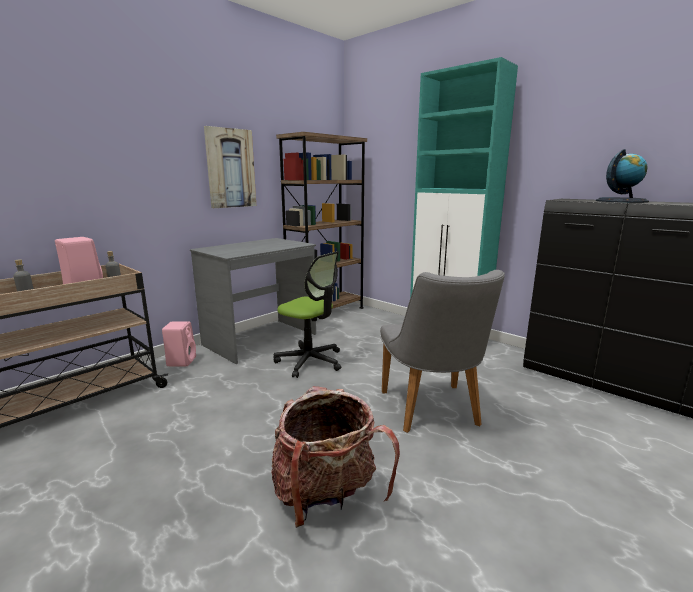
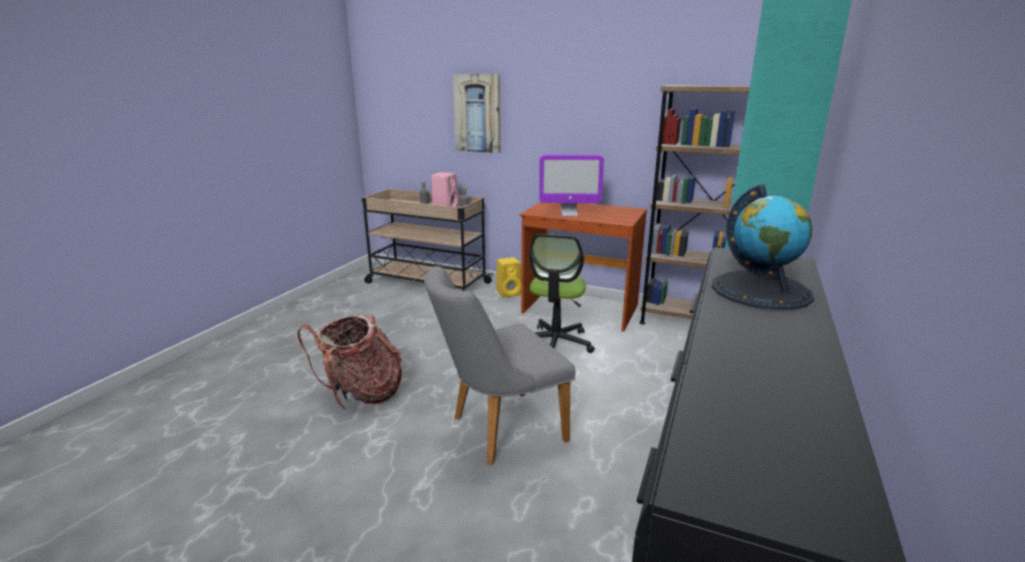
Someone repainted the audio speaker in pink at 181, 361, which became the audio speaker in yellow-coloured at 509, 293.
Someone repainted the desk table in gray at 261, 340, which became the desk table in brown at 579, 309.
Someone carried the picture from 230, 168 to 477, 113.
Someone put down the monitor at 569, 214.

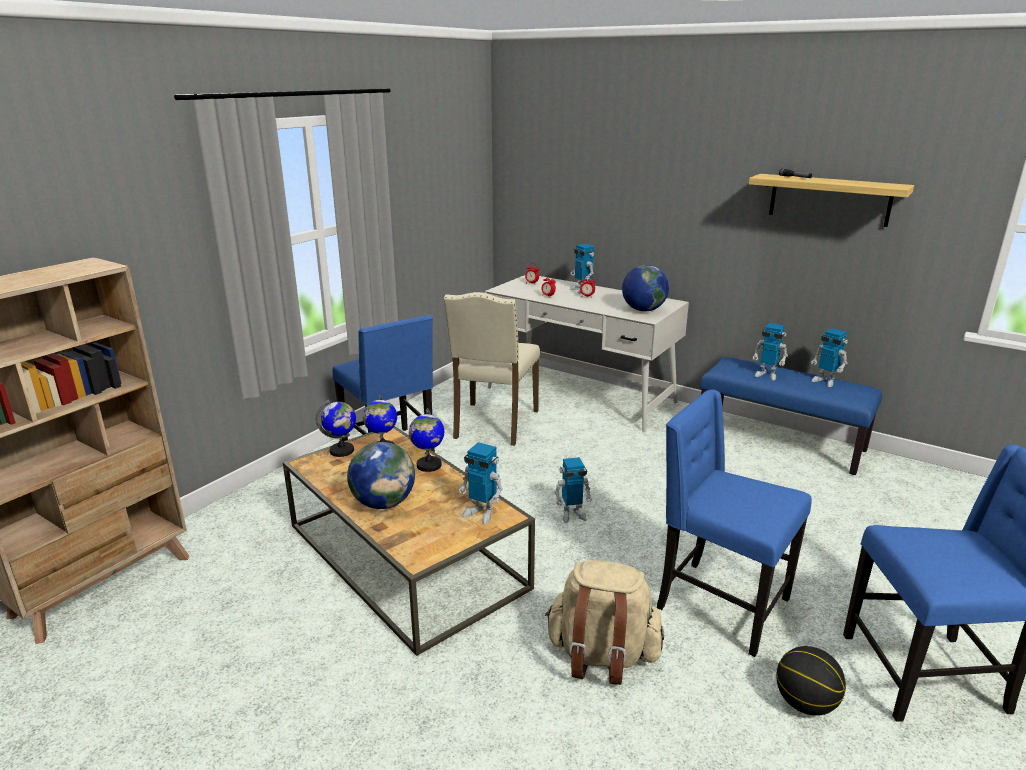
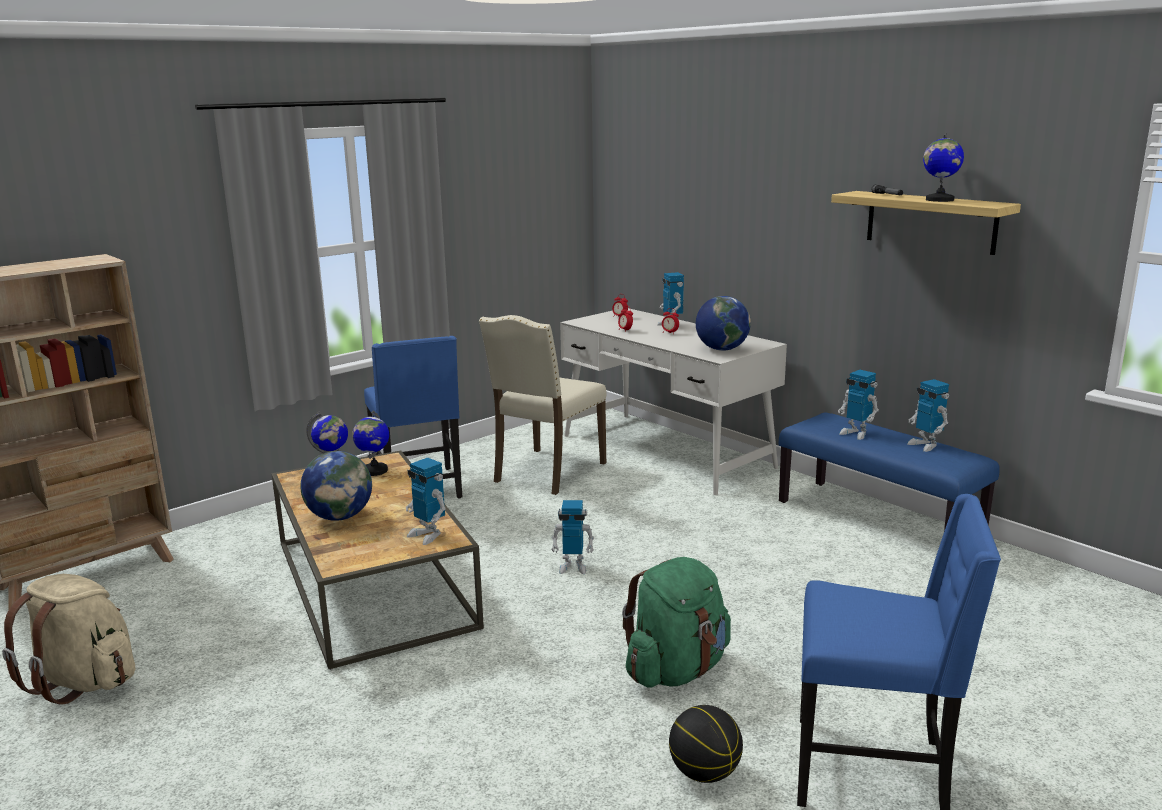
Someone carried the desk globe from 428, 465 to 939, 200.
Someone carried the knapsack in sand-coloured from 602, 656 to 84, 681.
Someone swapped the chair in blue-coloured at 719, 604 for the knapsack in green-coloured at 676, 670.

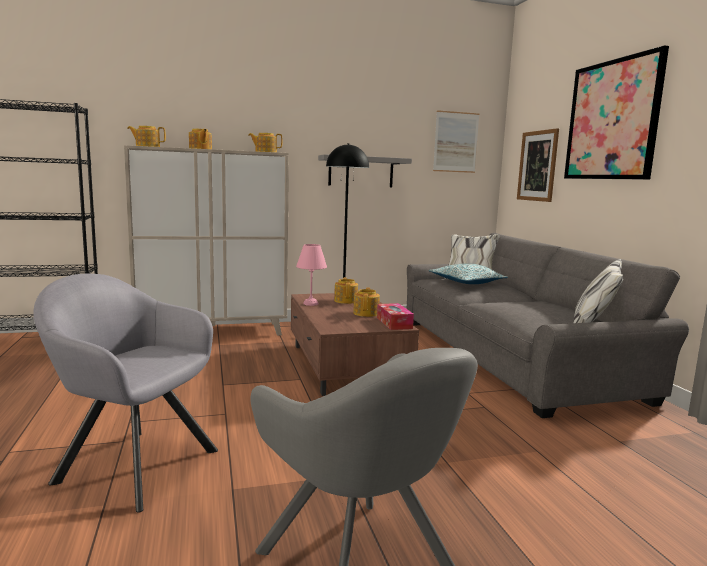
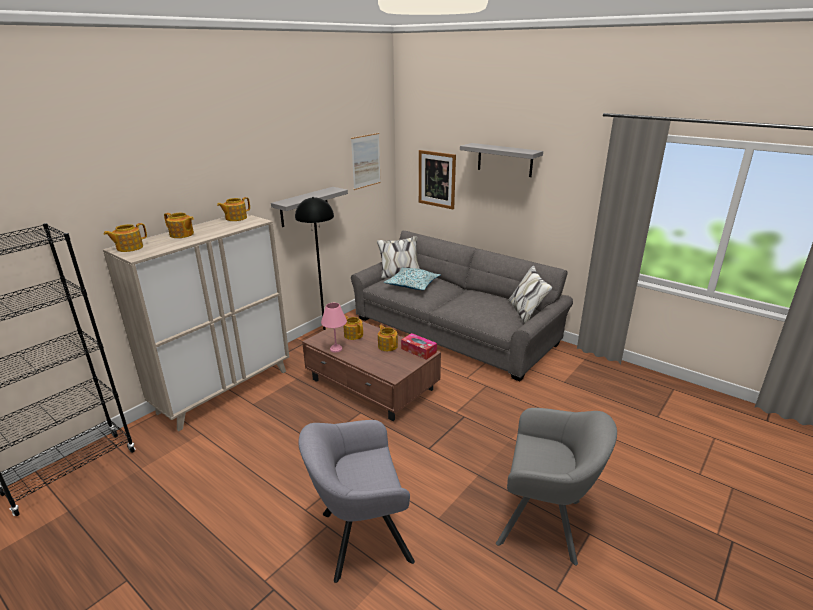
Someone swapped the picture at 612, 120 for the bracket shelf in gray at 505, 160.

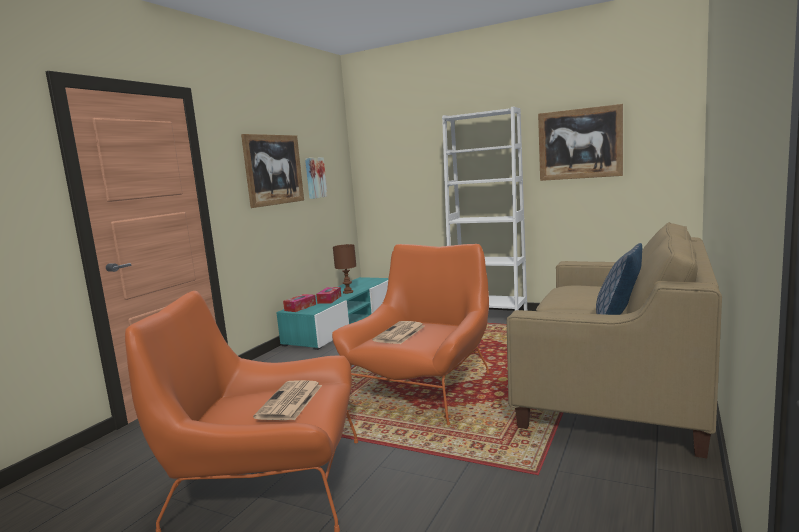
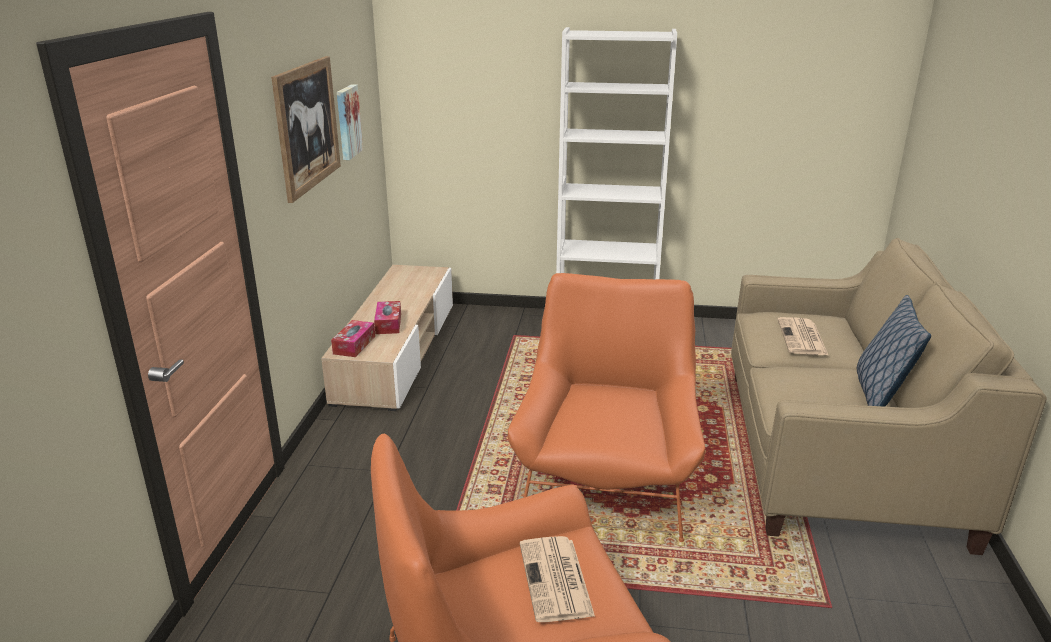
Someone repainted the tv unit in turquoise at 343, 324, which became the tv unit in sand-coloured at 397, 351.
Someone took away the lamp for a table in brown at 347, 292.
Someone carried the printed paper from 399, 333 to 802, 338.
Someone took away the picture at 579, 144.

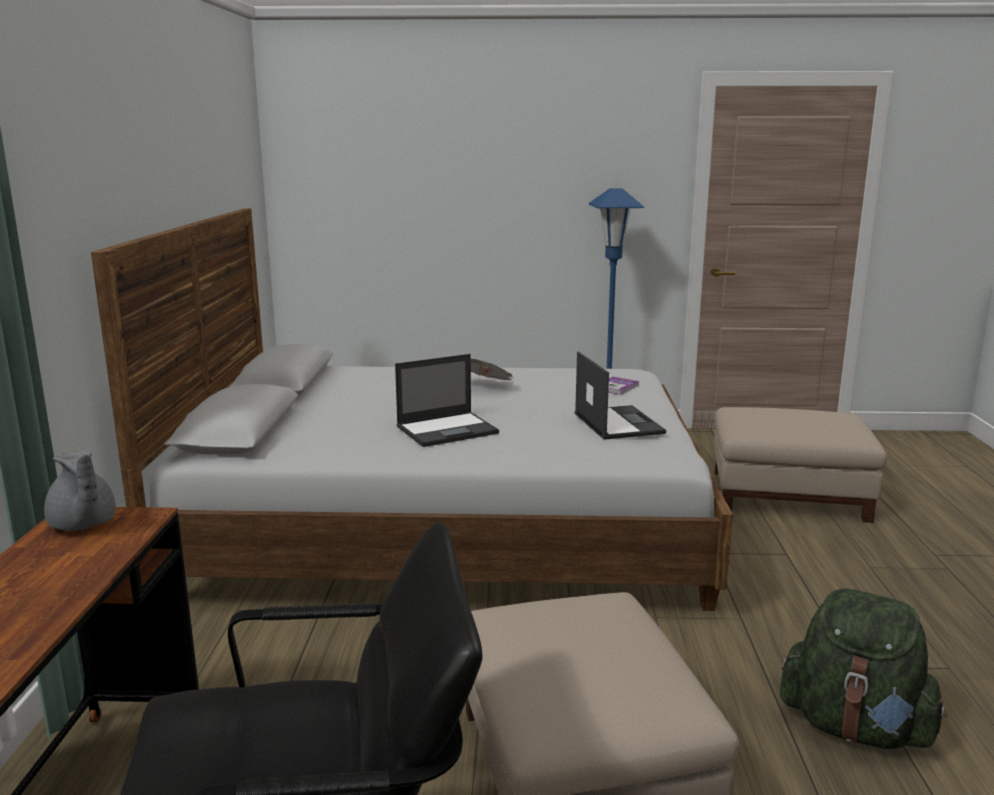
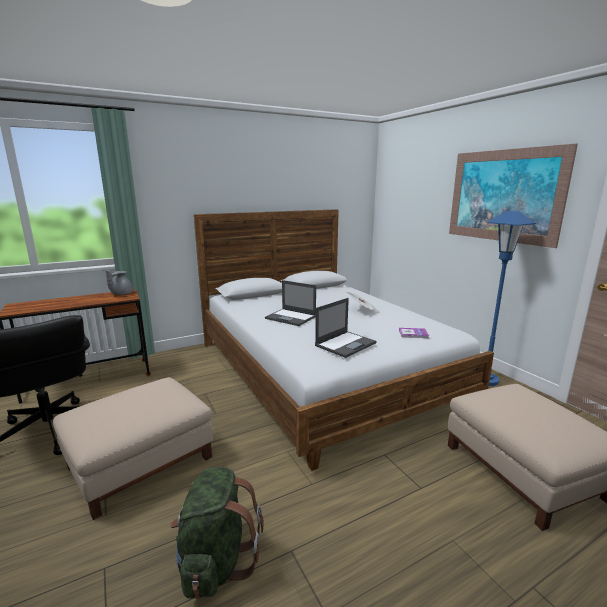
Someone put up the picture at 503, 196.

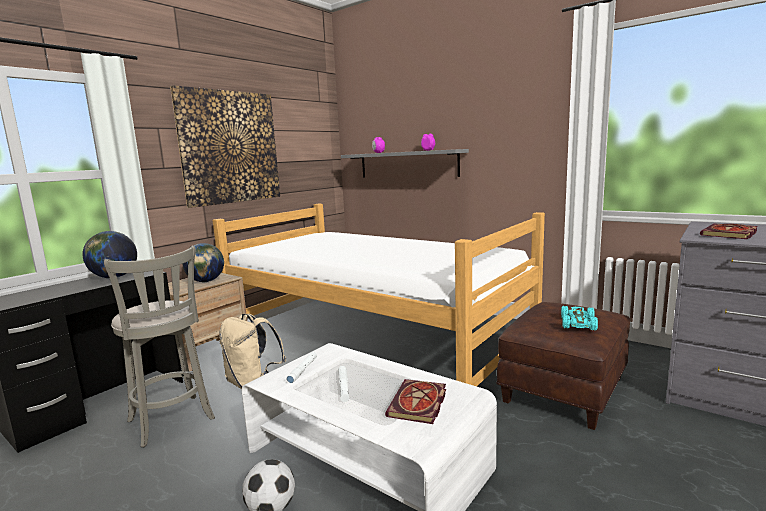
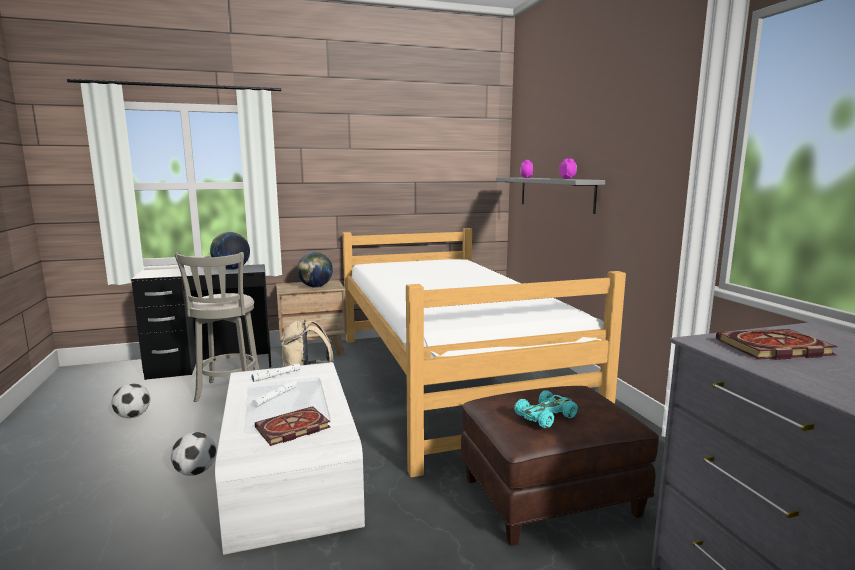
Someone took away the picture at 230, 147.
Someone put down the football ball at 133, 416.

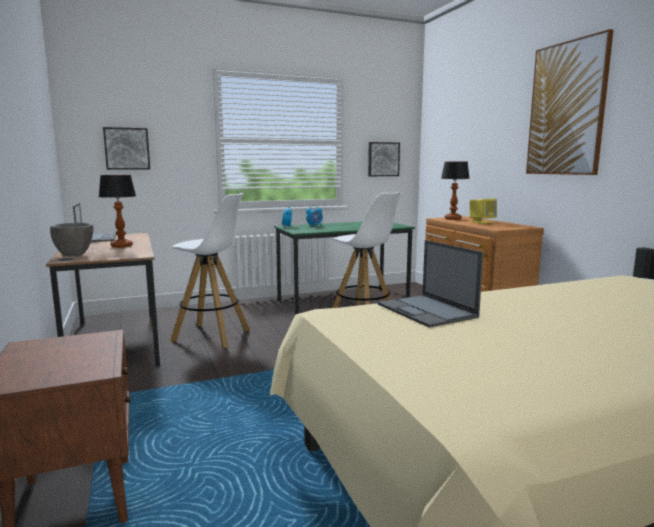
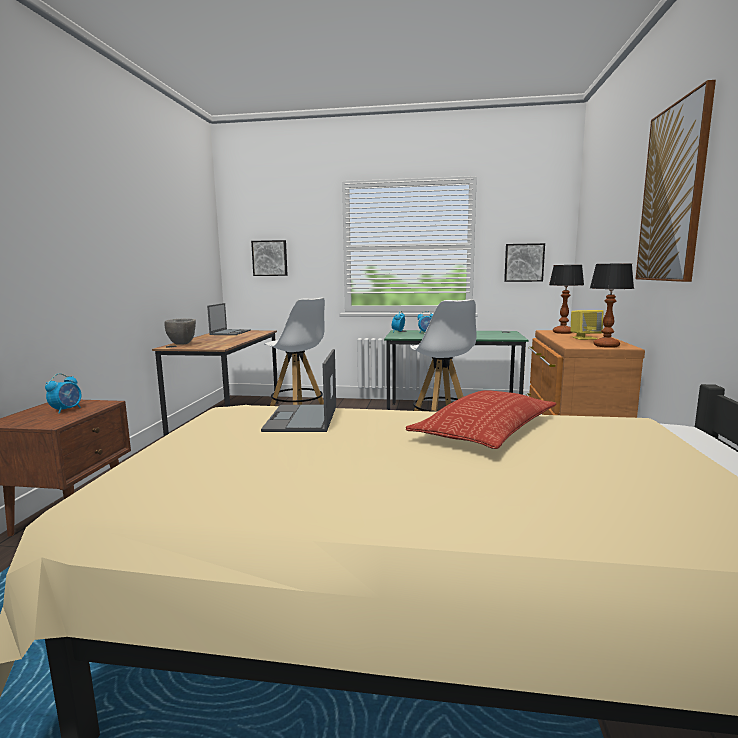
Someone carried the lamp for a table from 121, 246 to 605, 346.
Someone put down the table clock at 67, 410.
Someone put down the cushion at 486, 429.

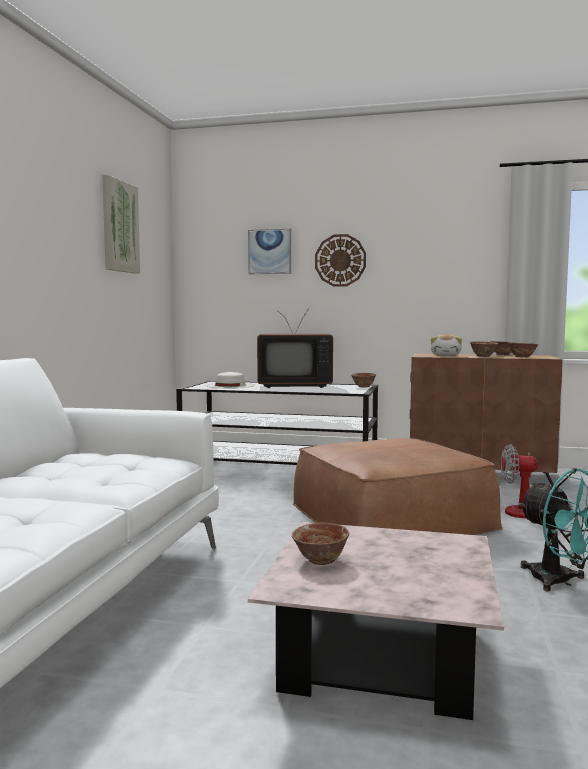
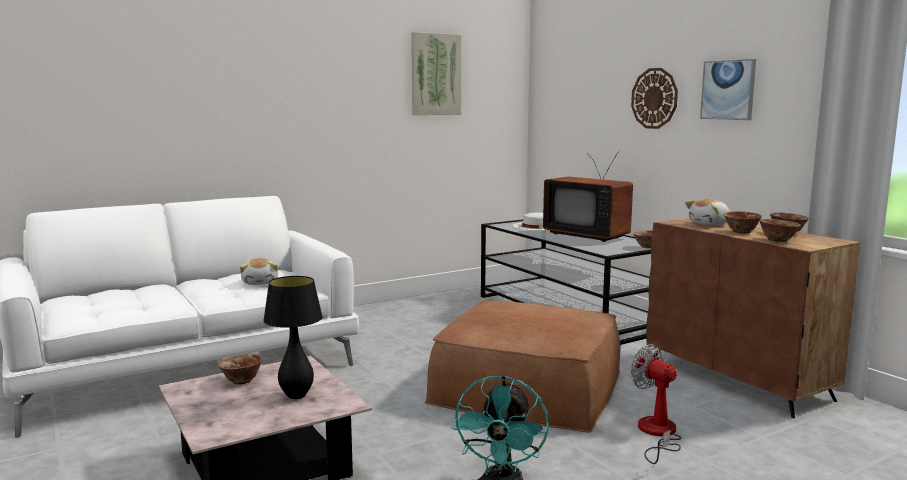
Someone carried the picture from 270, 251 to 728, 90.
Someone put down the cuddly toy at 261, 282.
Someone put down the lamp for a table in blackish at 296, 396.

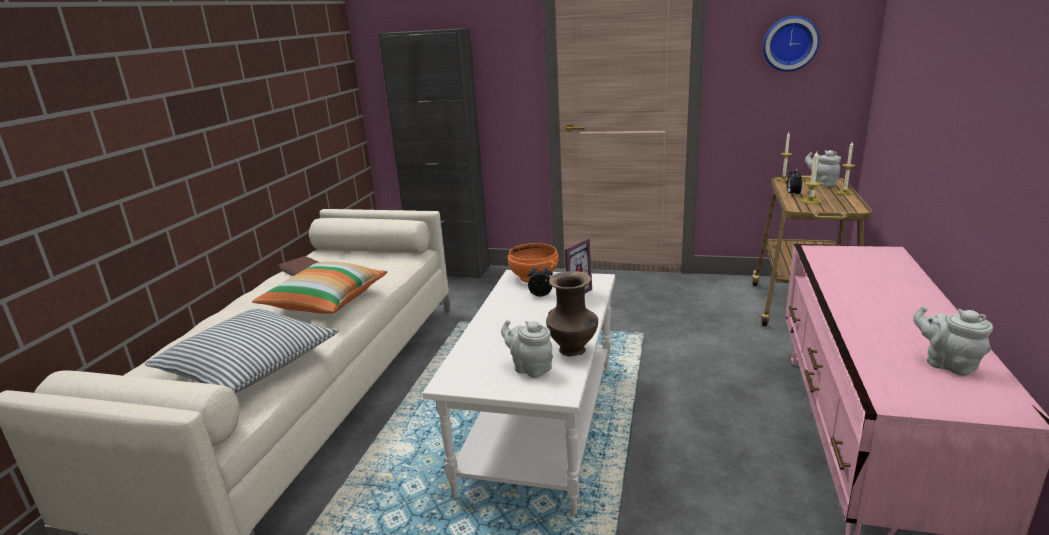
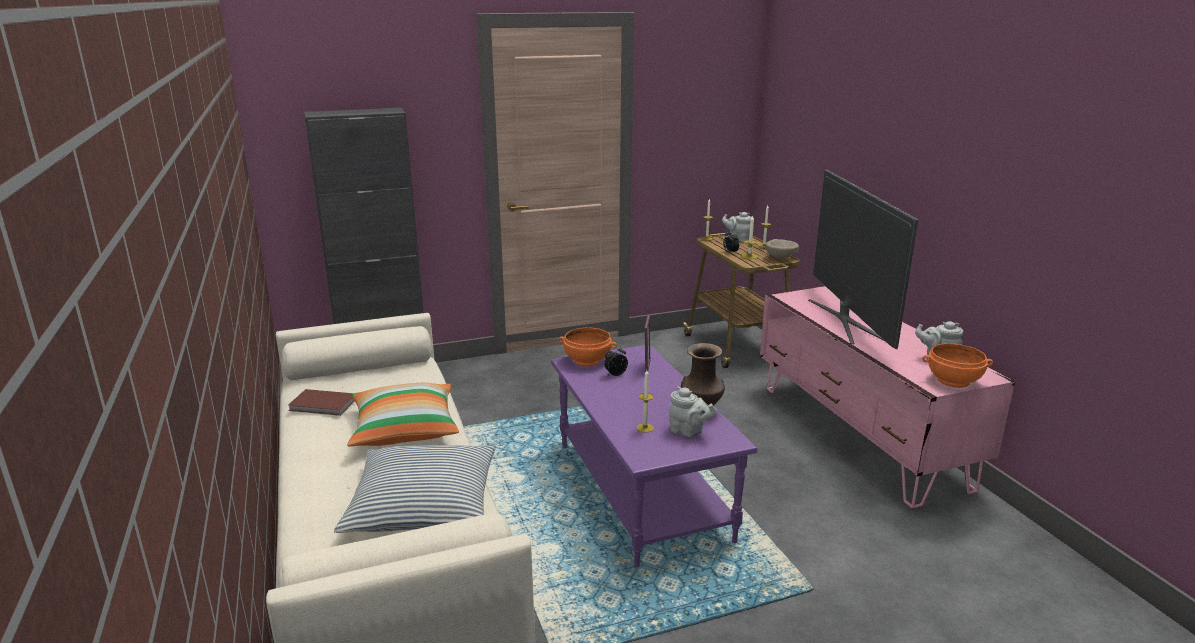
Someone repainted the coffee table in white at 539, 424, which became the coffee table in purple at 639, 491.
Someone rotated the pot for tea in gray at 530, 368 by 150 degrees counterclockwise.
Someone took away the wall clock at 789, 43.
Someone put down the candle at 645, 428.
Someone put down the deep dish in sand-coloured at 781, 258.
Someone put down the TV set at 847, 320.
Someone put down the deep dish in orangey at 953, 381.

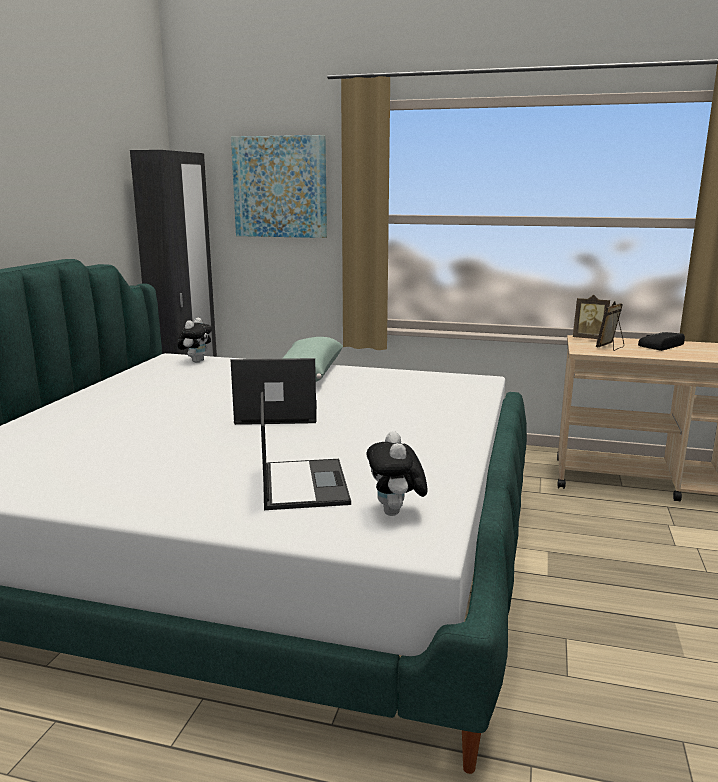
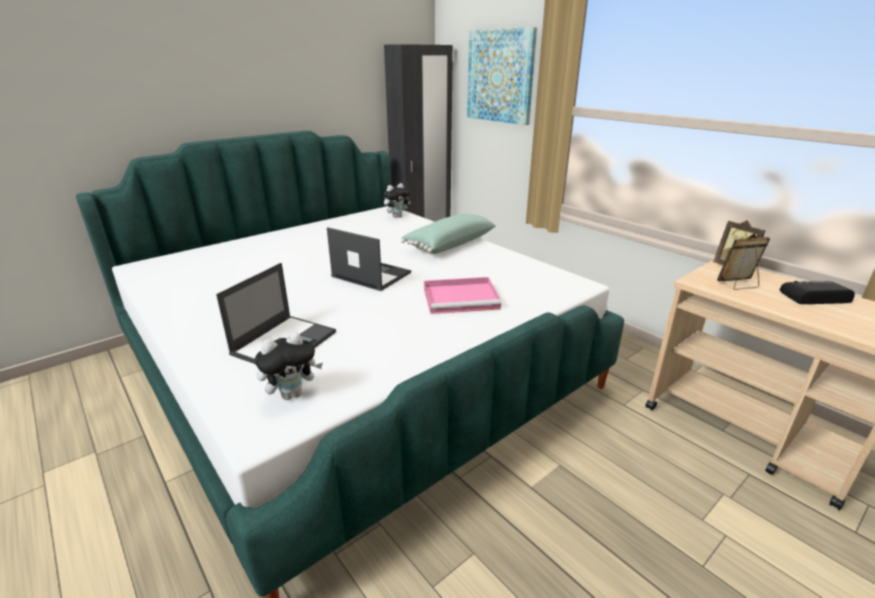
Someone rotated the cuddly toy at 396, 513 by 150 degrees counterclockwise.
Someone put down the tray in pink at 462, 298.

